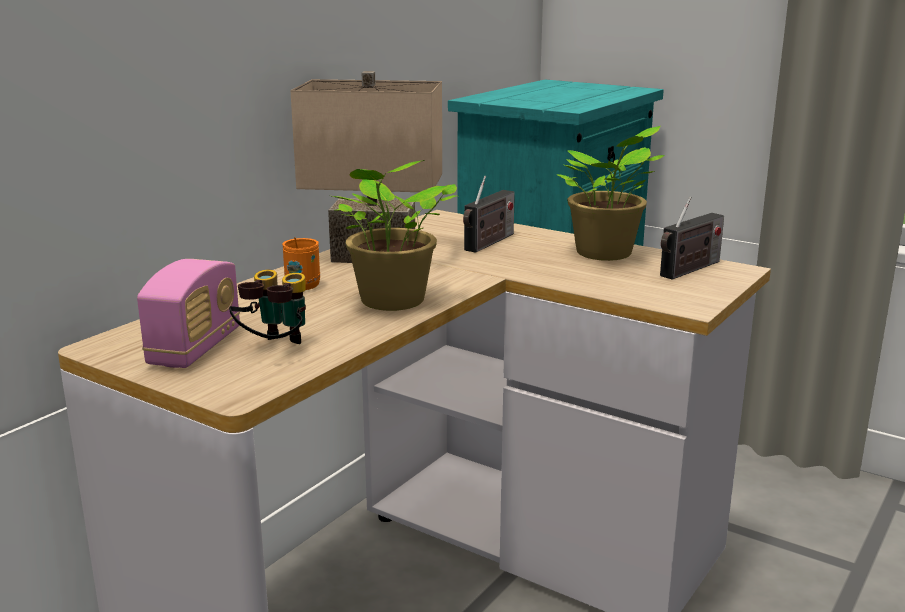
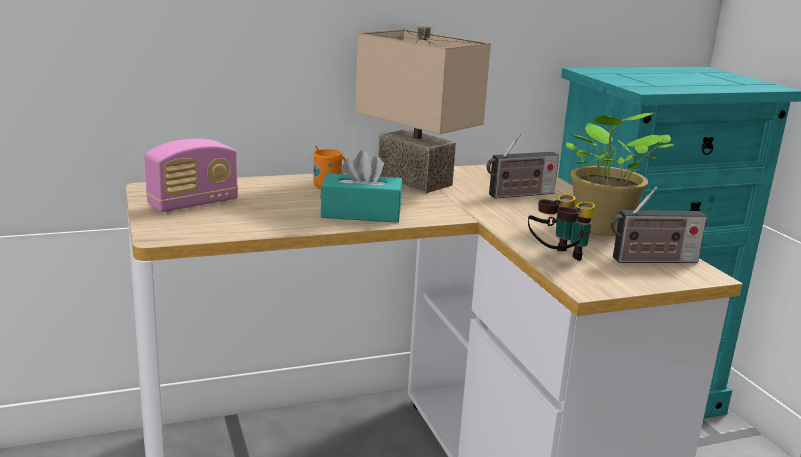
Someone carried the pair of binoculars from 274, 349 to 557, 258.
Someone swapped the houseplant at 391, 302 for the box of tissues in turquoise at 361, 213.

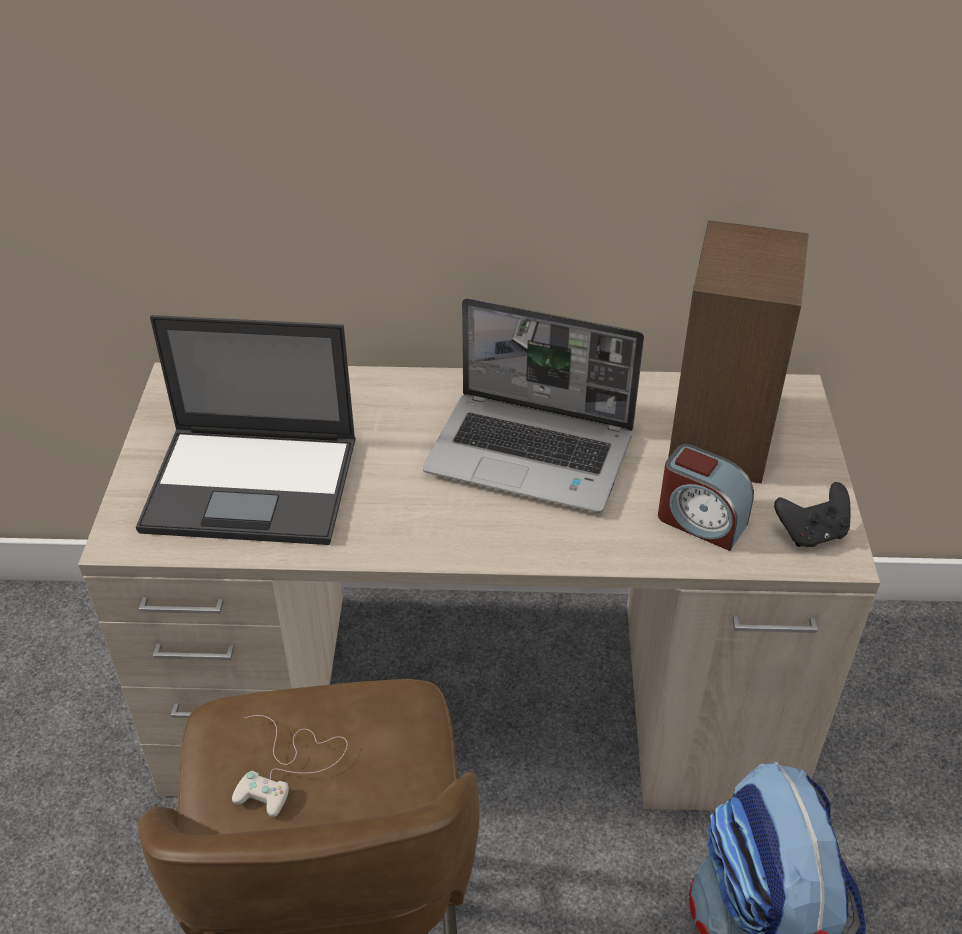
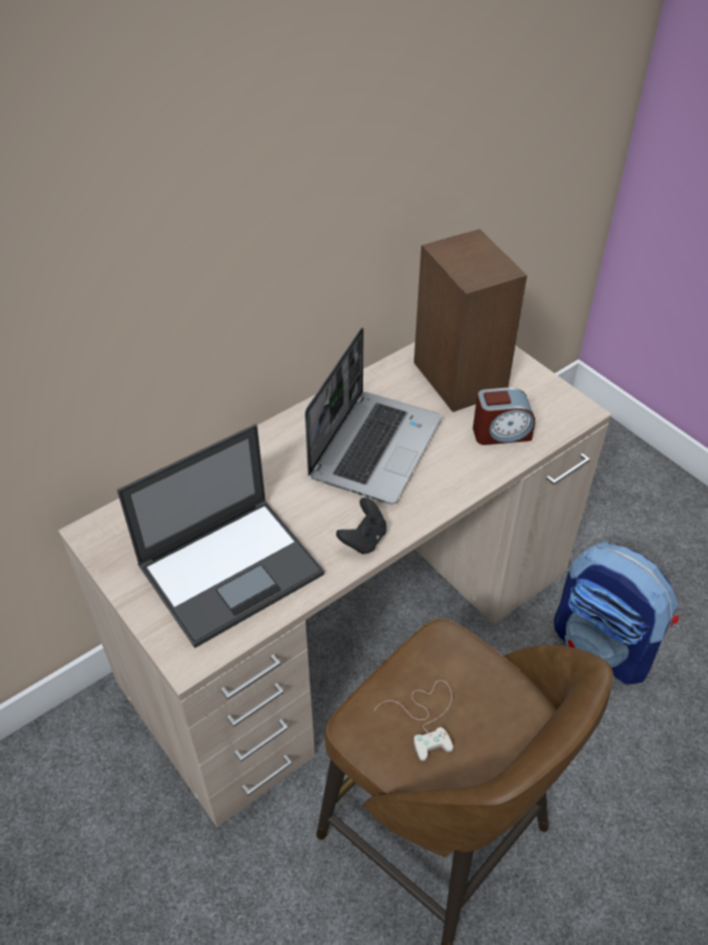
Someone rotated the laptop at 532, 454 by 45 degrees counterclockwise.
Someone carried the joypad in blackish from 811, 533 to 364, 539.

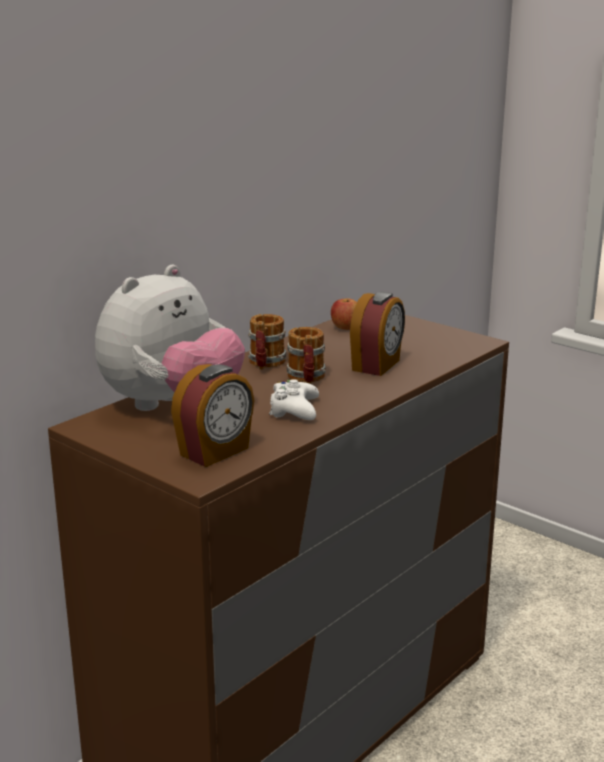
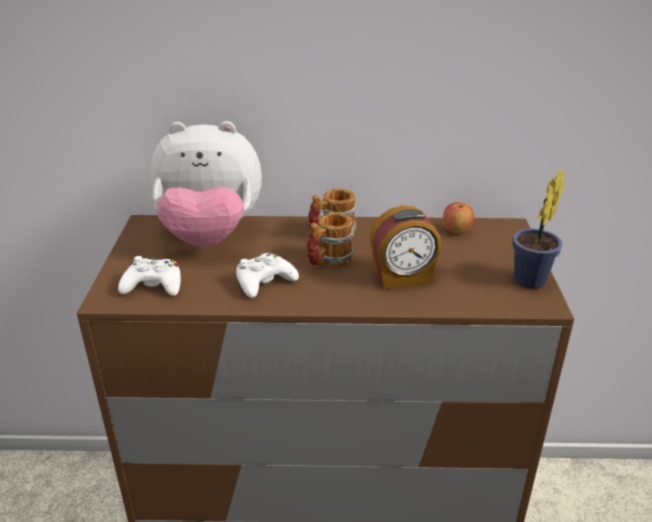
Someone swapped the table clock at 215, 452 for the joypad in white at 154, 285.
Someone put down the houseplant at 527, 282.

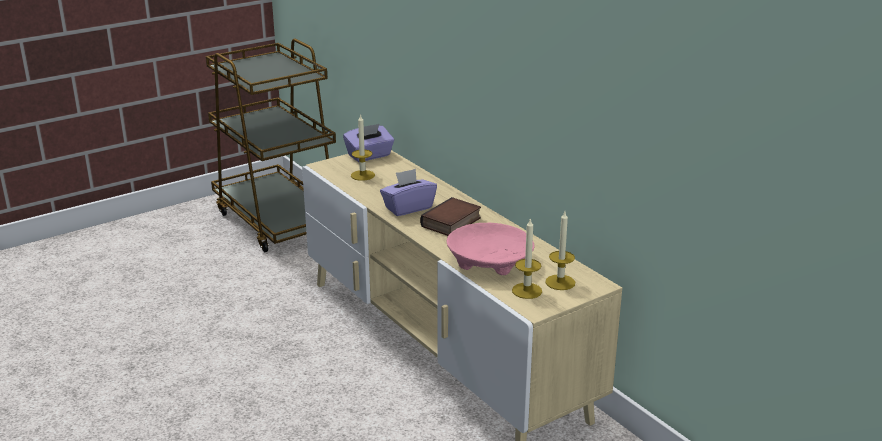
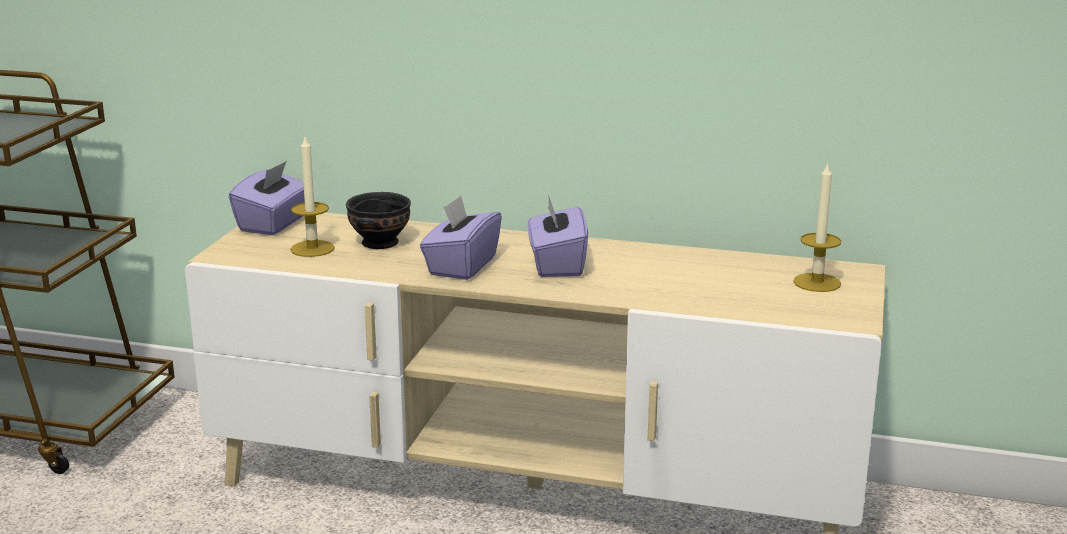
Someone swapped the bound book at 452, 223 for the box of tissues in purple at 556, 264.
Someone took away the deep dish in pink at 489, 261.
Someone took away the candle at 527, 291.
Someone put down the deep dish in blackish at 378, 243.

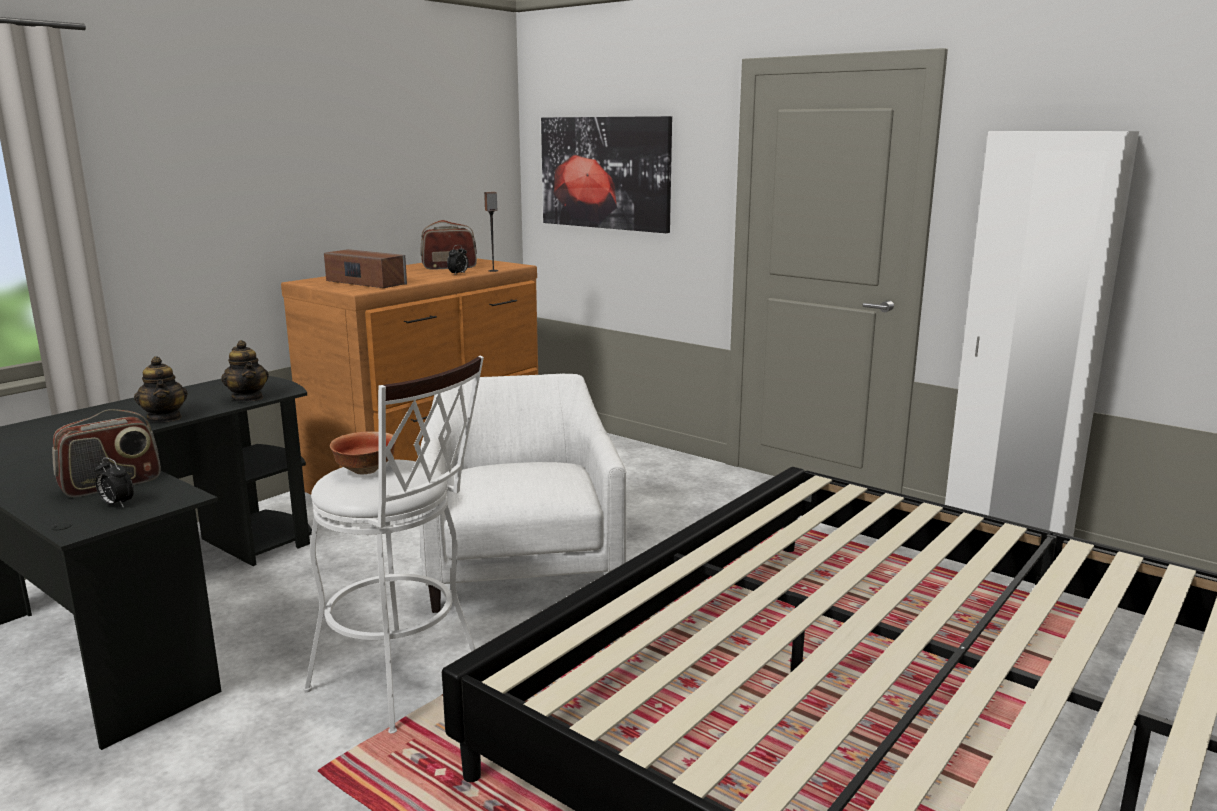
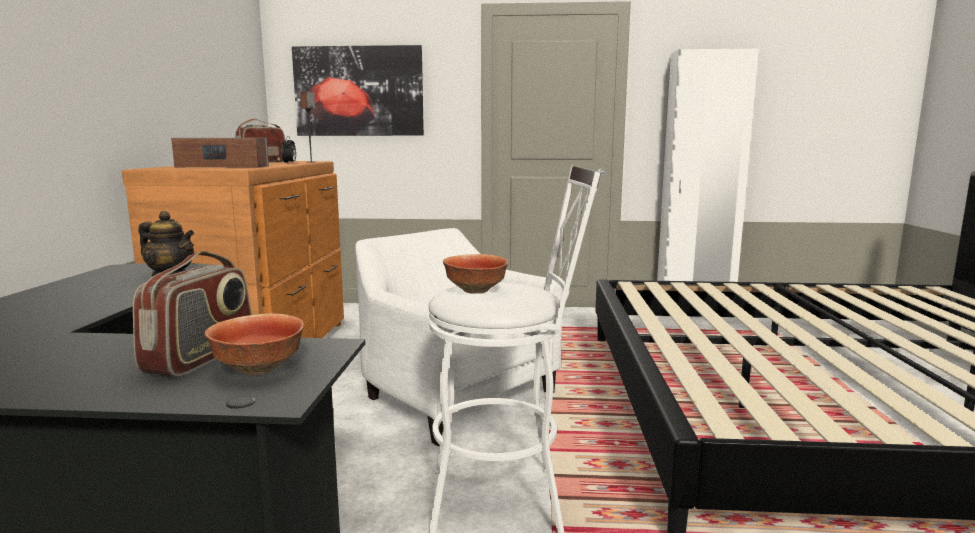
Someone swapped the table clock at 116, 504 for the deep dish at 261, 368.
Someone took away the pot for tea at 165, 418.

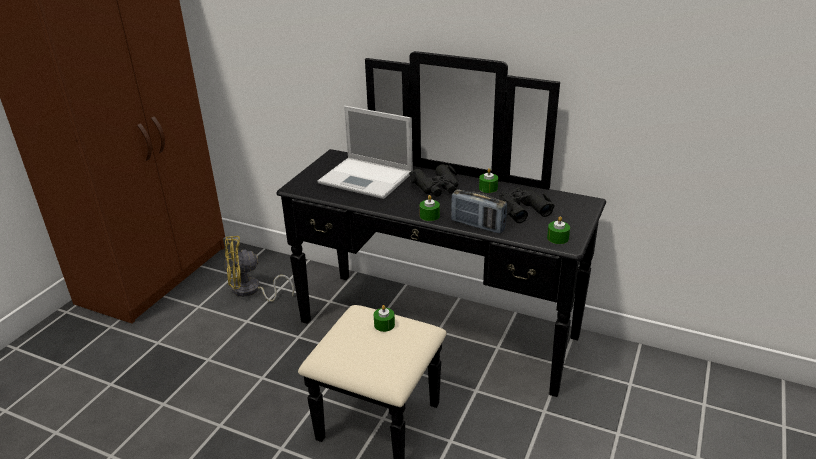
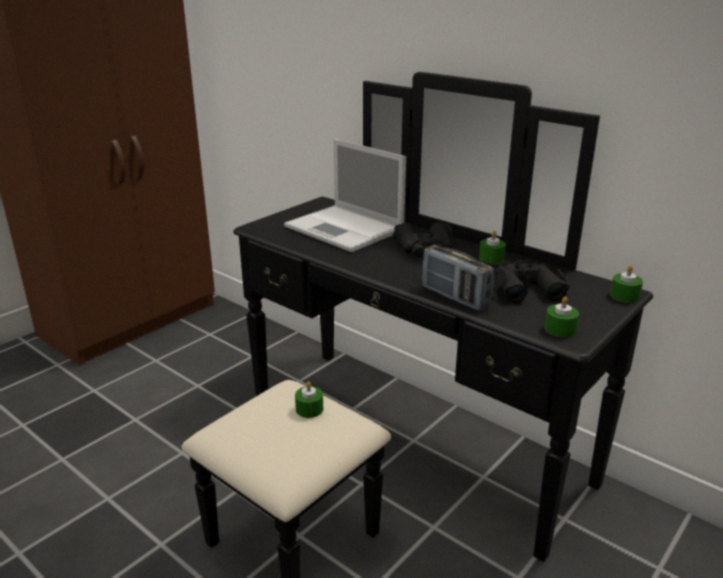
Someone took away the electric fan in yellow-coloured at 251, 291.
Someone carried the candle in green-coloured from 429, 216 to 624, 296.

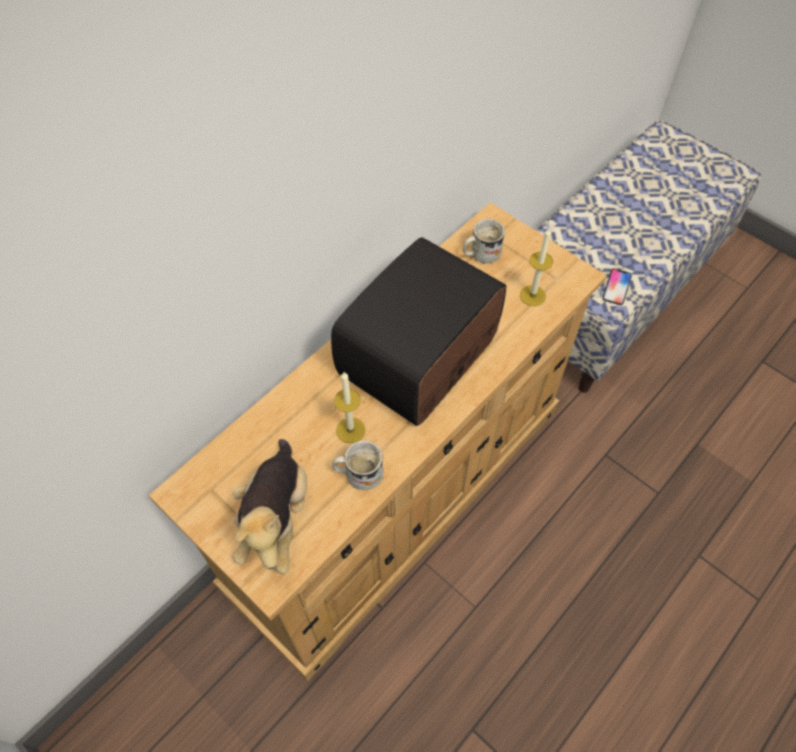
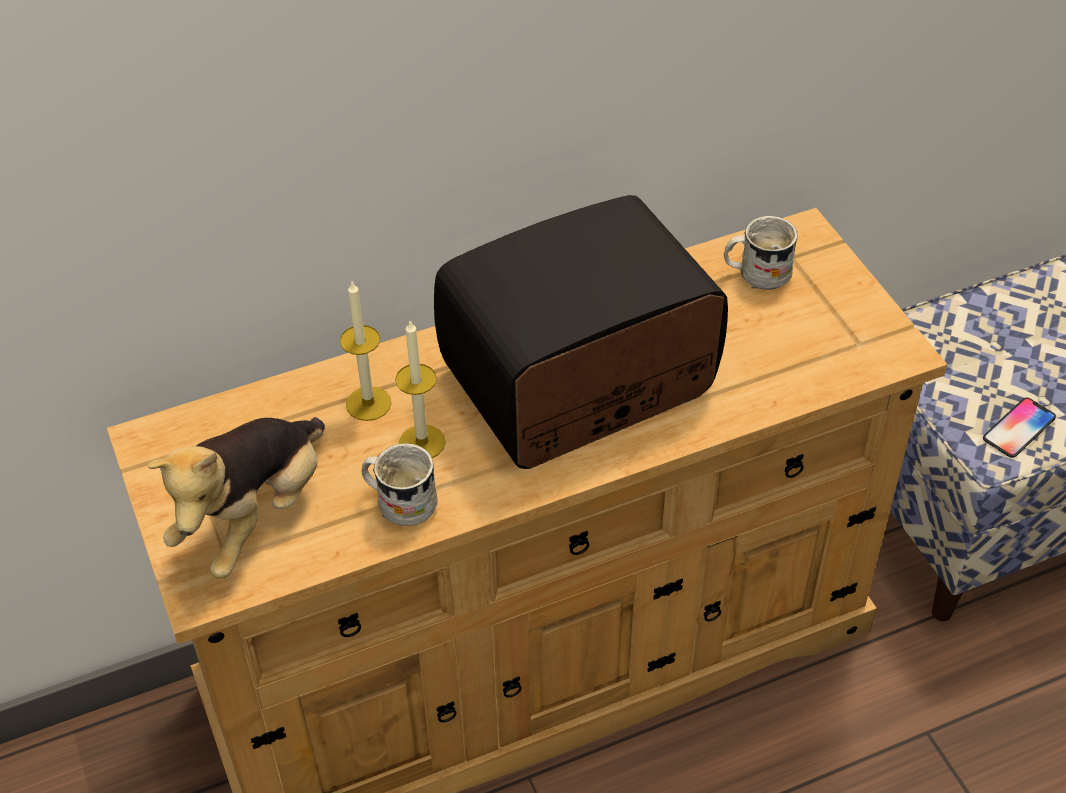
Someone carried the candle from 532, 295 to 368, 403.

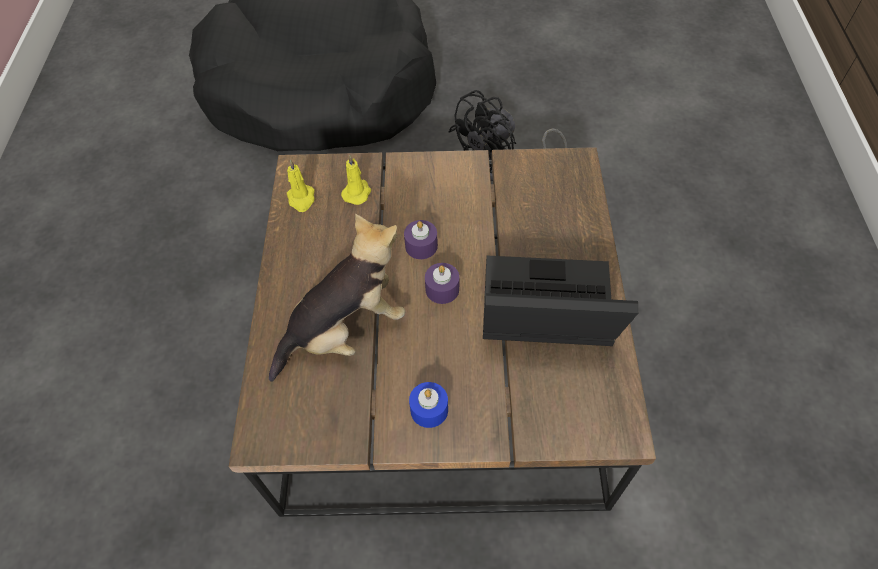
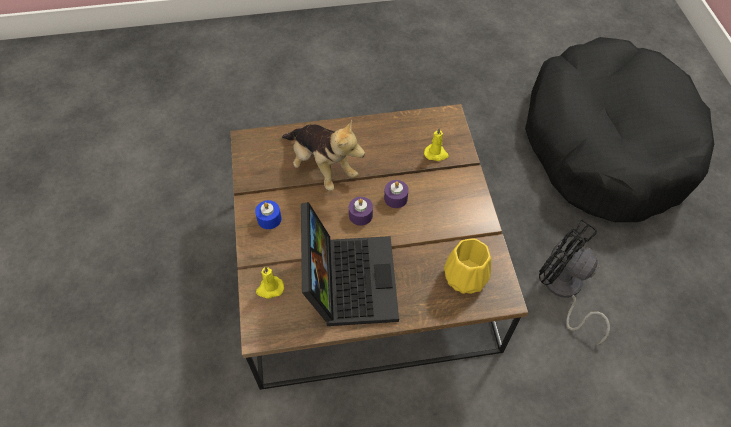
Someone carried the candle in yellow-coloured from 301, 199 to 270, 288.
Someone put down the vase in yellow-coloured at 464, 277.

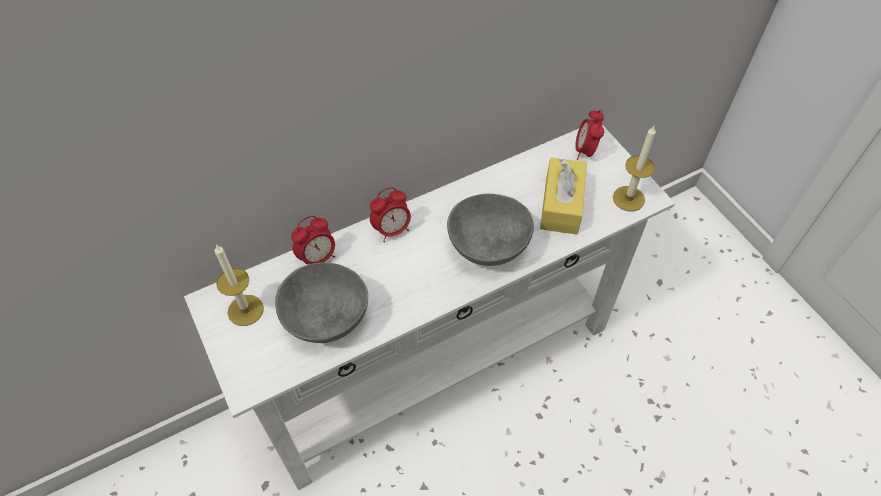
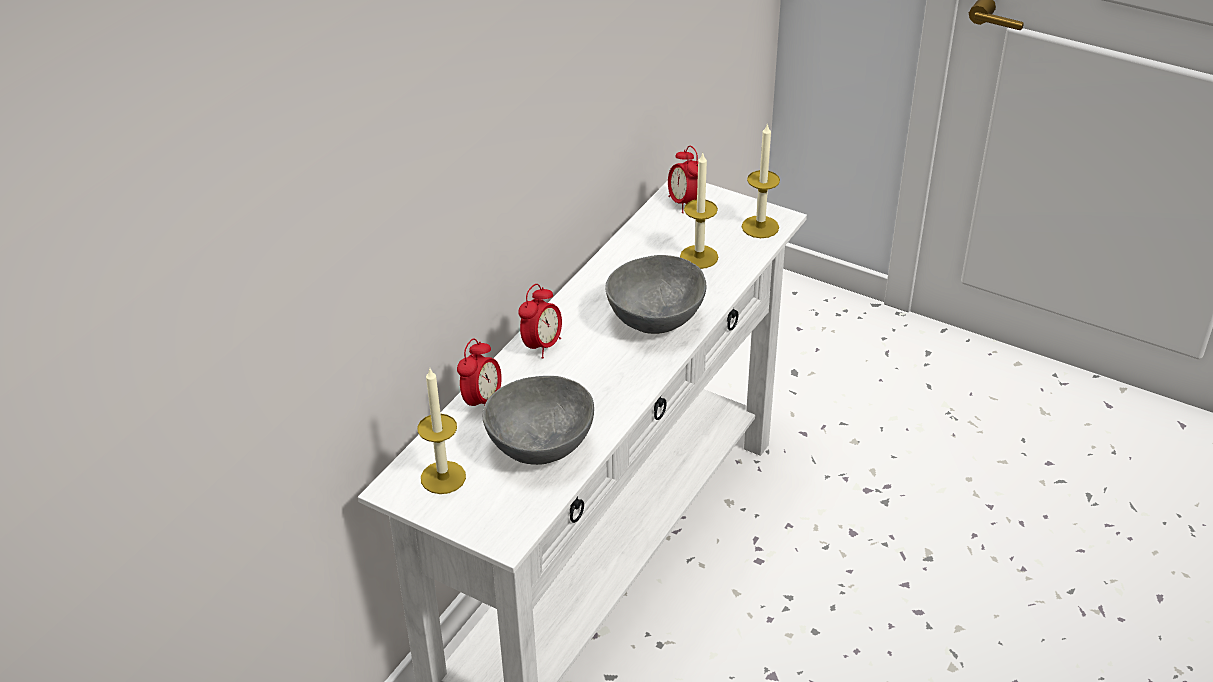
Someone swapped the box of tissues in yellow-coloured at 561, 205 for the candle at 699, 257.

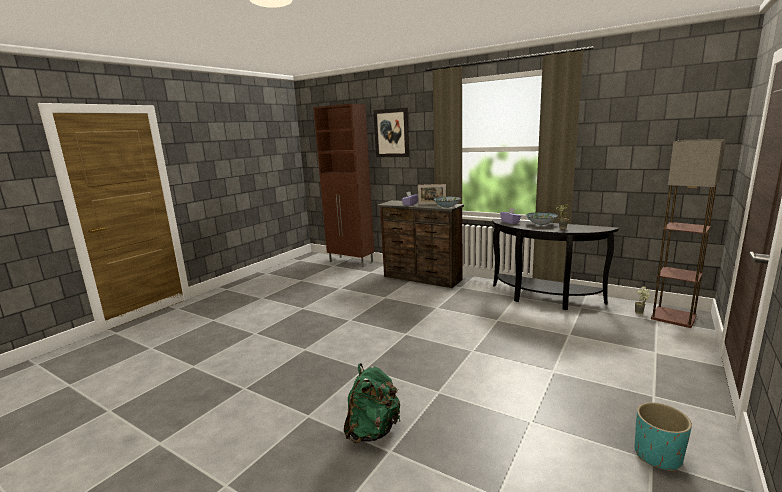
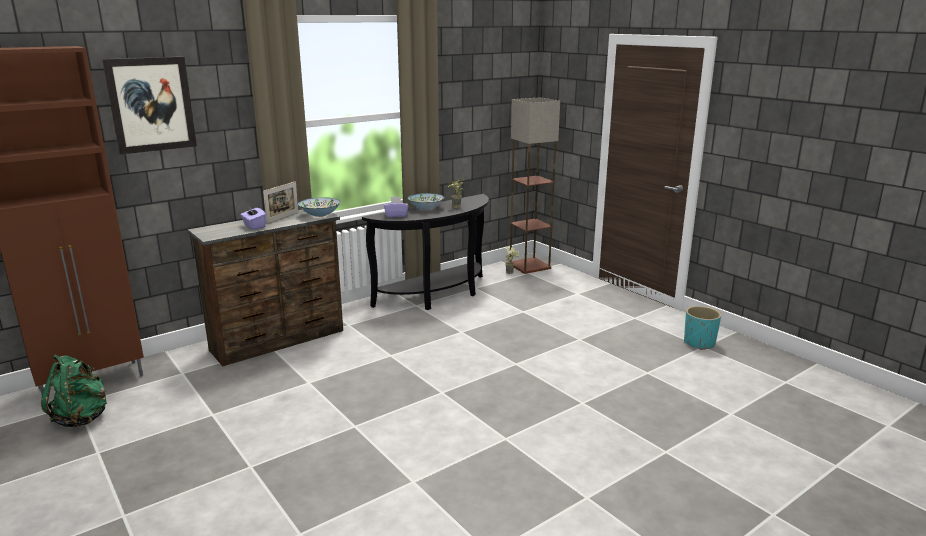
Someone carried the knapsack in green-coloured from 372, 430 to 82, 418.

